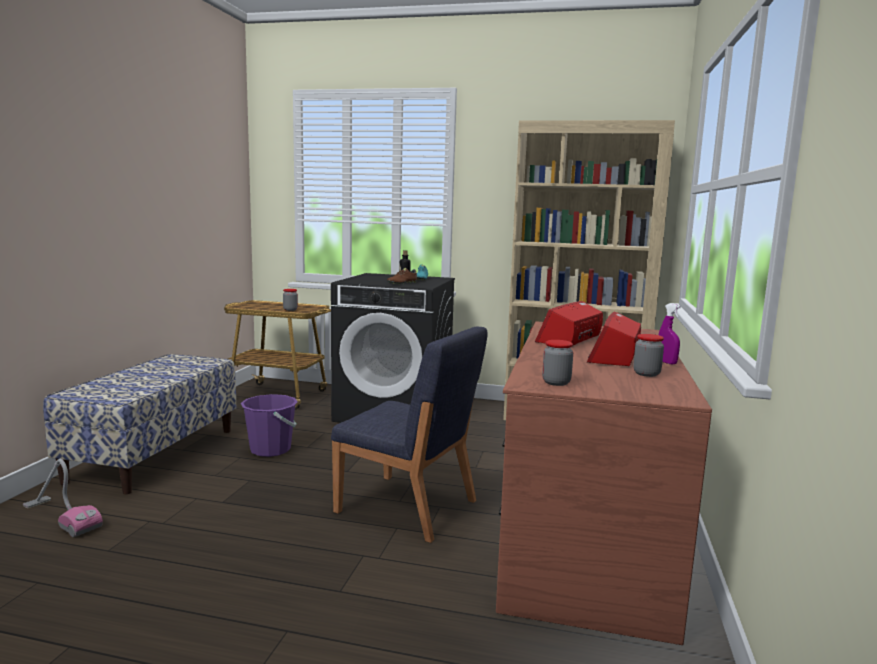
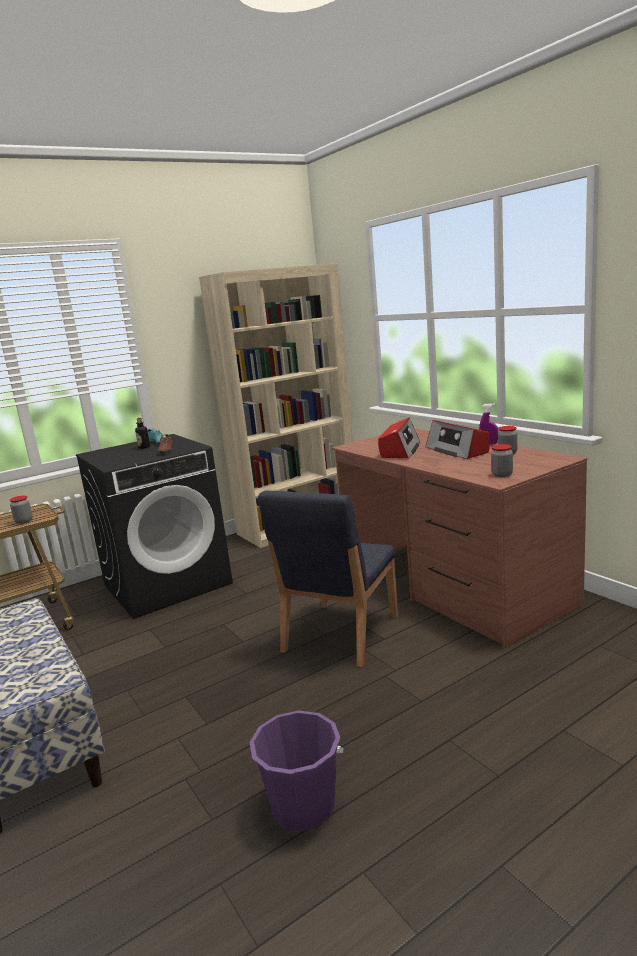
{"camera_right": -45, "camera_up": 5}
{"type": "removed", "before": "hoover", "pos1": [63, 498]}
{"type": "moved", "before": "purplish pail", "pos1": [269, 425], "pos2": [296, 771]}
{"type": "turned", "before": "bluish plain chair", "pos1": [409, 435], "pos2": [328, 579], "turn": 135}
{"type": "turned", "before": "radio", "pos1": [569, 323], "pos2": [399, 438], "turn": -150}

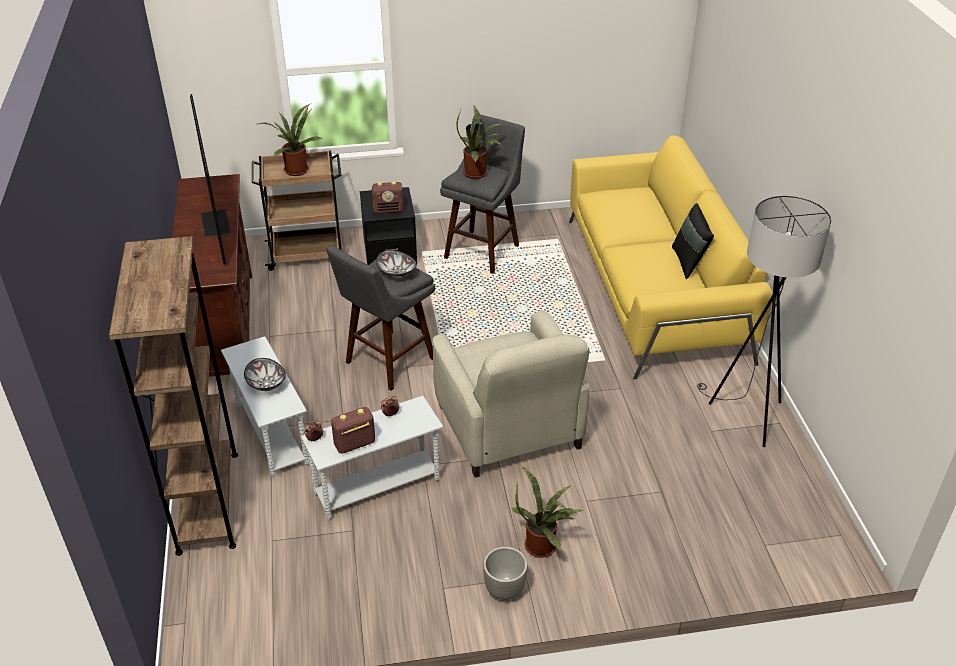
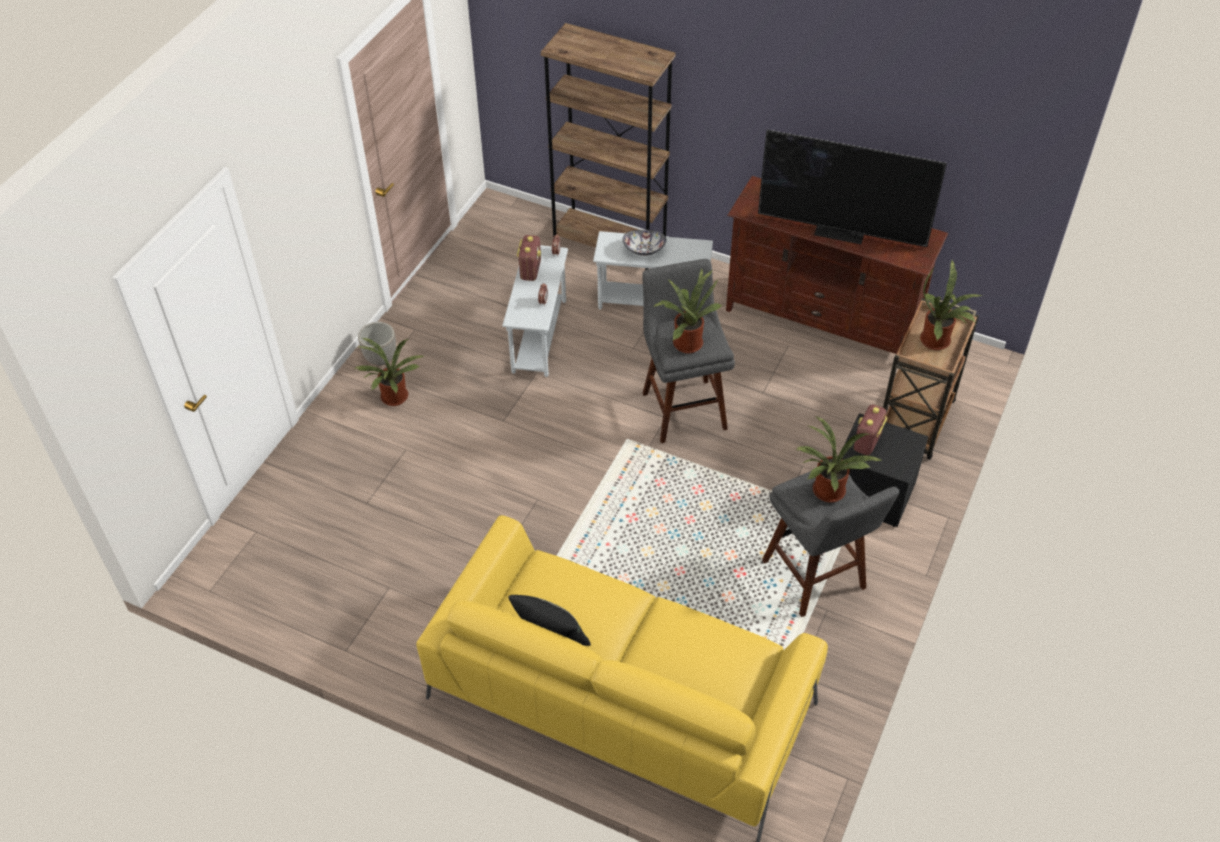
{"camera_right": 125, "camera_up": 10}
{"type": "removed", "before": "beige-coloured easy chair", "pos1": [511, 394]}
{"type": "removed", "before": "greyish floor lamp", "pos1": [764, 321]}
{"type": "replaced", "before": "bowl", "after": "plant in a pot", "pos1": [396, 264], "pos2": [688, 310]}

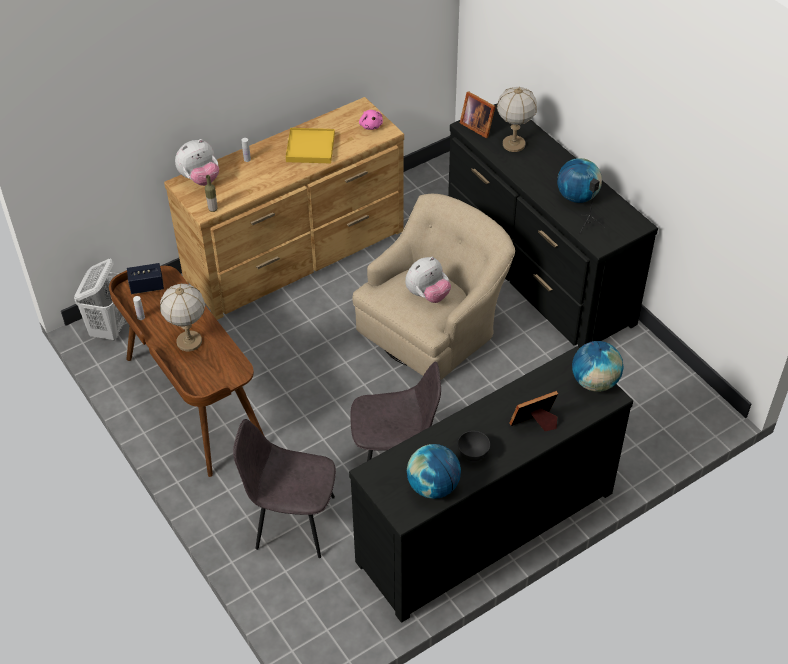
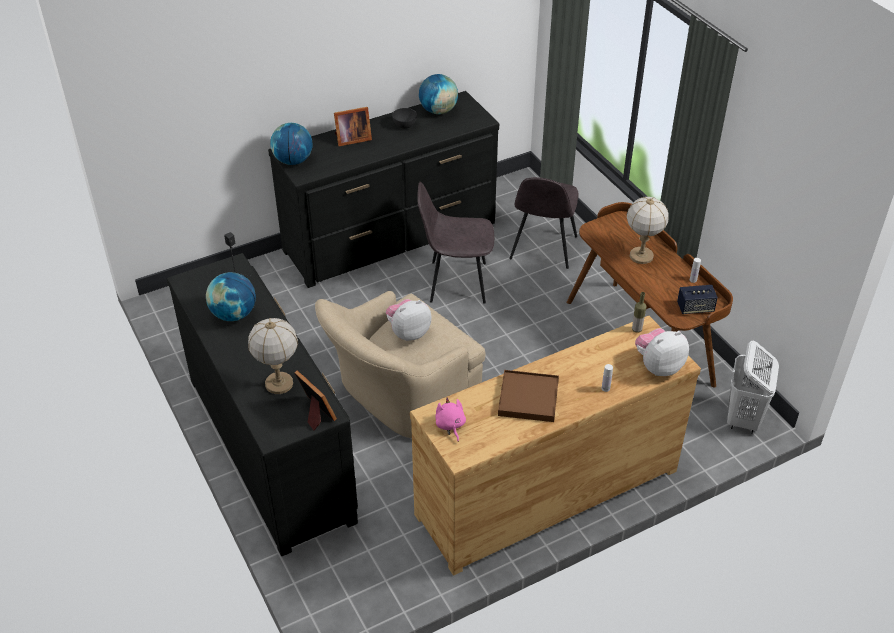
{"camera_right": -175, "camera_up": -5}
{"type": "recoloured", "before": "yellow carrying tray", "after": "brownish carrying tray", "pos1": [310, 146], "pos2": [528, 396]}
{"type": "turned", "before": "greyish plain chair", "pos1": [284, 488], "pos2": [544, 223], "turn": 90}

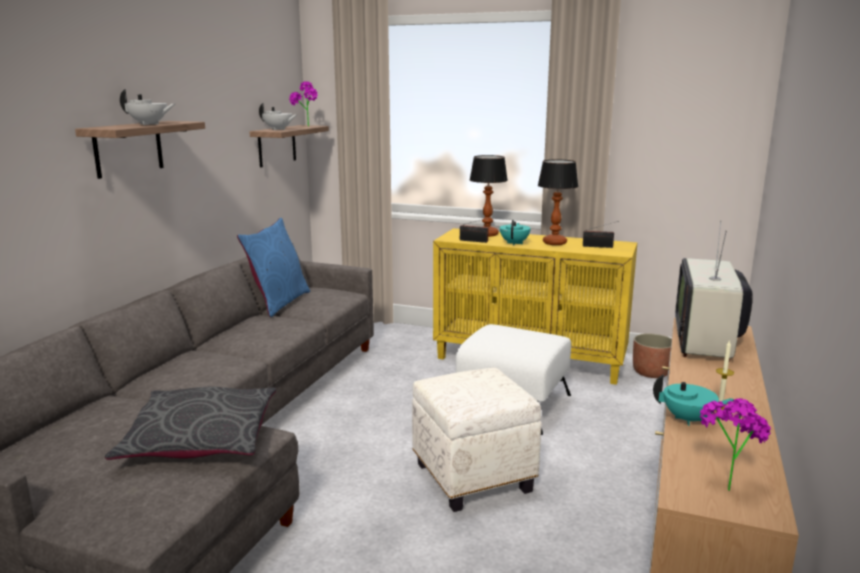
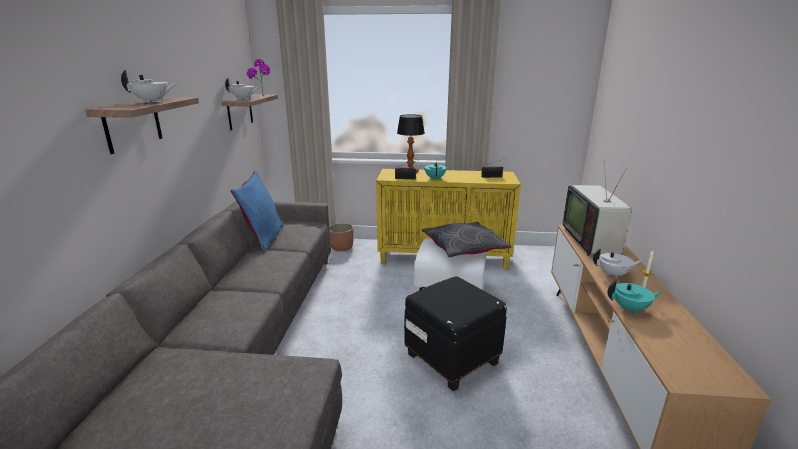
{"camera_right": -15, "camera_up": 5}
{"type": "removed", "before": "table lamp", "pos1": [558, 202]}
{"type": "removed", "before": "plant in a pot", "pos1": [735, 444]}
{"type": "added", "after": "white-coloured tea pot", "pos2": [617, 263]}
{"type": "moved", "before": "greyish cushion", "pos1": [190, 423], "pos2": [466, 239]}
{"type": "moved", "before": "plant pot", "pos1": [652, 356], "pos2": [341, 237]}
{"type": "recoloured", "before": "white-coloured ottoman", "after": "black-coloured ottoman", "pos1": [477, 440], "pos2": [455, 334]}

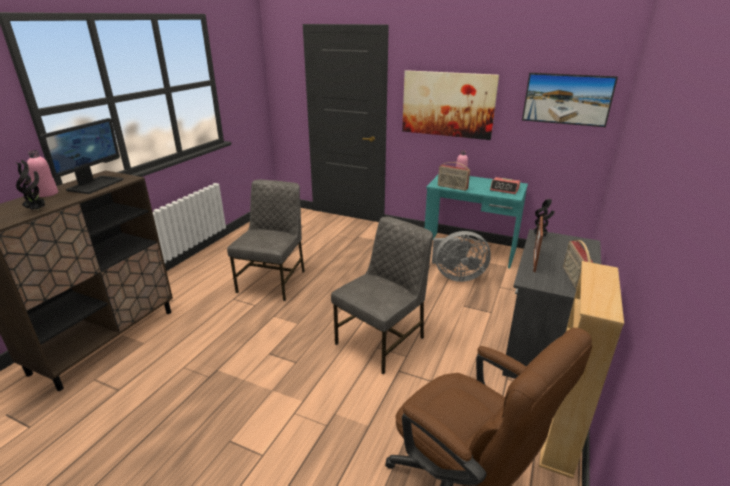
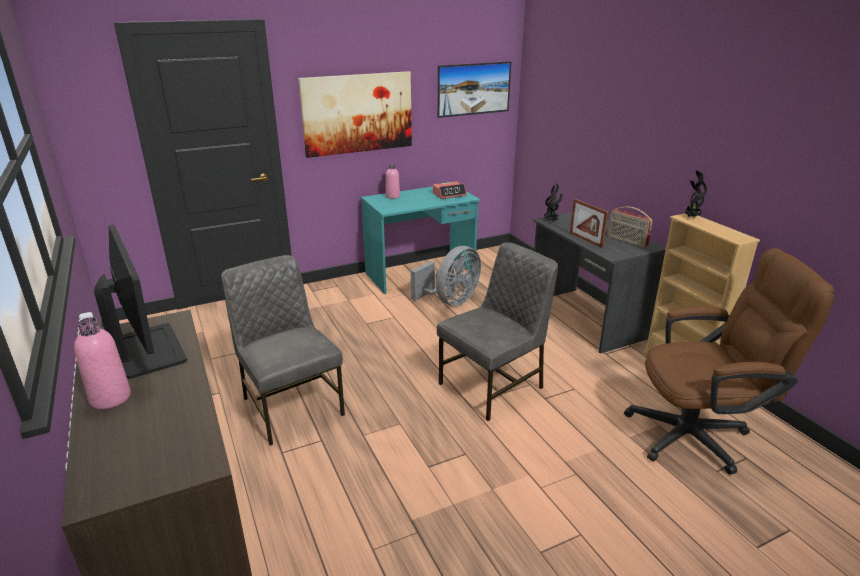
{"camera_right": -50, "camera_up": 0}
{"type": "removed", "before": "radio", "pos1": [454, 176]}
{"type": "moved", "before": "plant in a pot", "pos1": [30, 185], "pos2": [696, 194]}
{"type": "turned", "before": "greyish plain chair", "pos1": [382, 295], "pos2": [497, 331], "turn": 60}

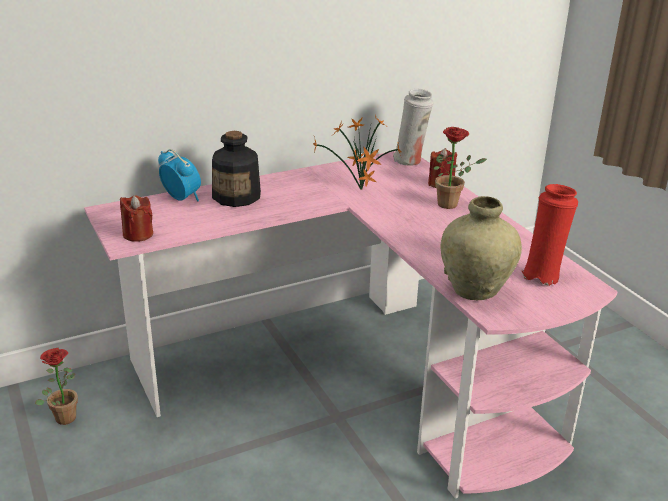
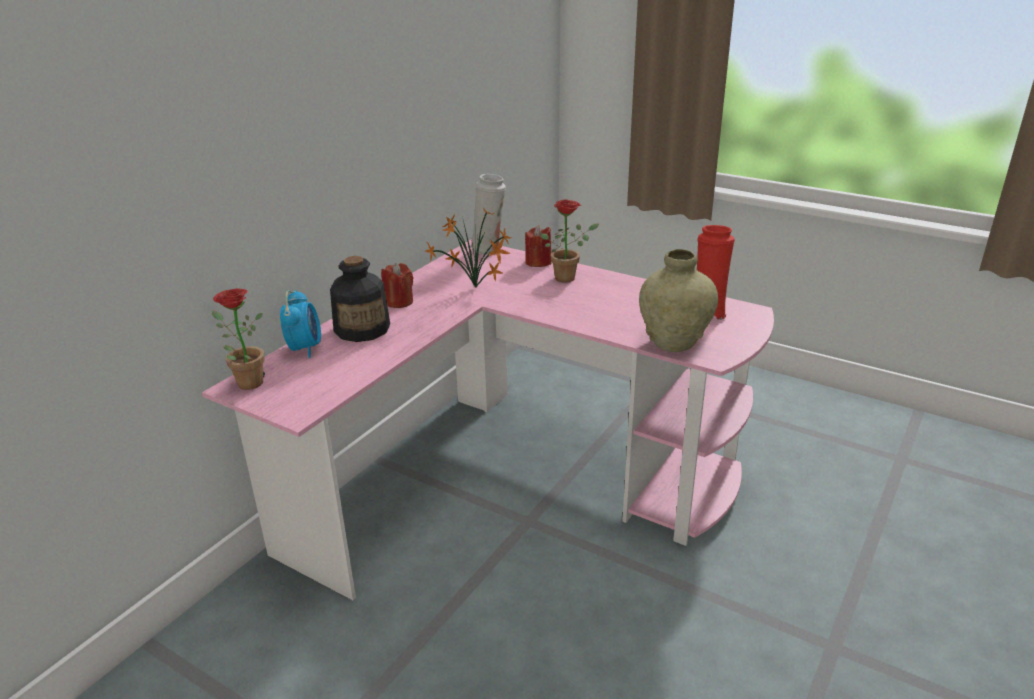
{"camera_right": -30, "camera_up": 0}
{"type": "moved", "before": "plant in a pot", "pos1": [56, 386], "pos2": [238, 339]}
{"type": "moved", "before": "reddish wax light", "pos1": [136, 218], "pos2": [397, 285]}
{"type": "turned", "before": "table clock", "pos1": [179, 175], "pos2": [300, 324], "turn": 75}

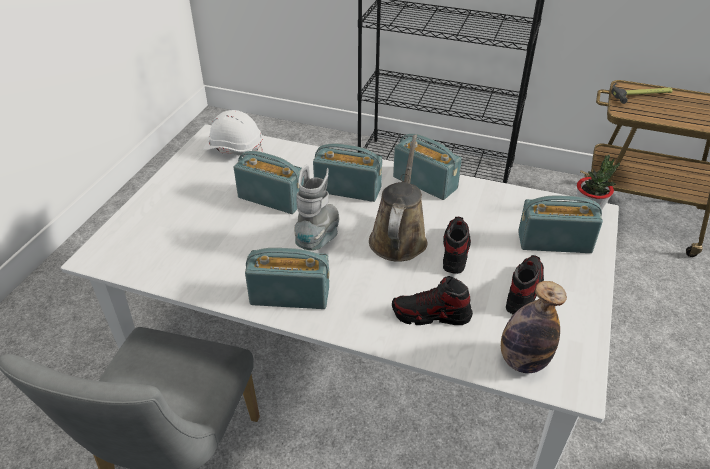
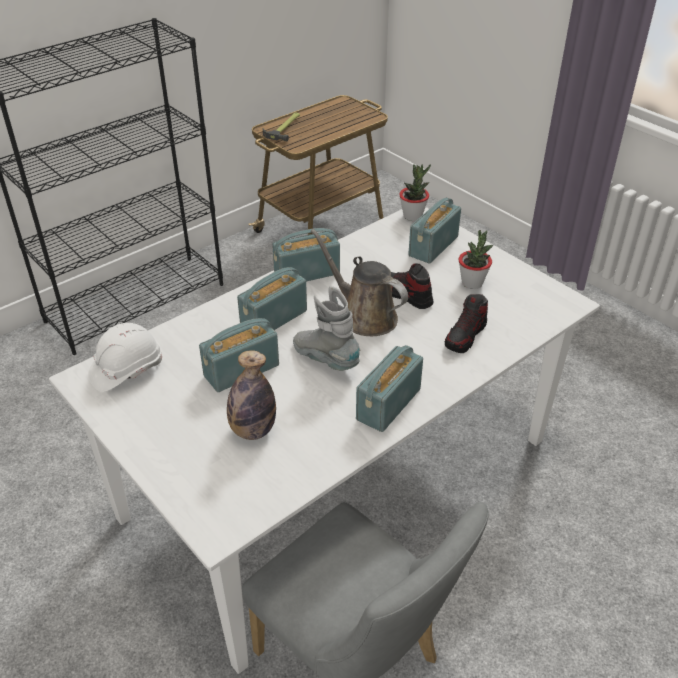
{"camera_right": -60, "camera_up": 0}
{"type": "moved", "before": "bottle", "pos1": [534, 327], "pos2": [251, 395]}
{"type": "replaced", "before": "item of footwear", "after": "plant in a pot", "pos1": [525, 284], "pos2": [476, 259]}

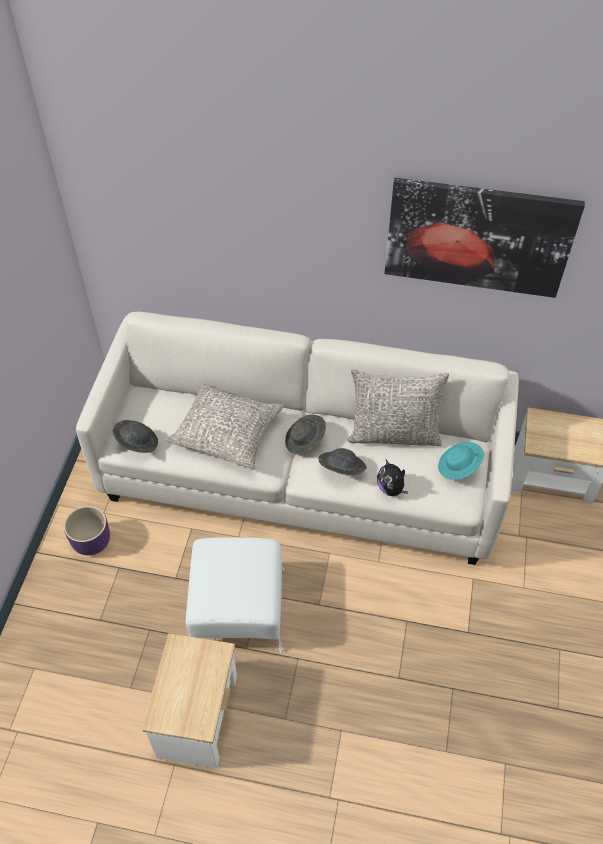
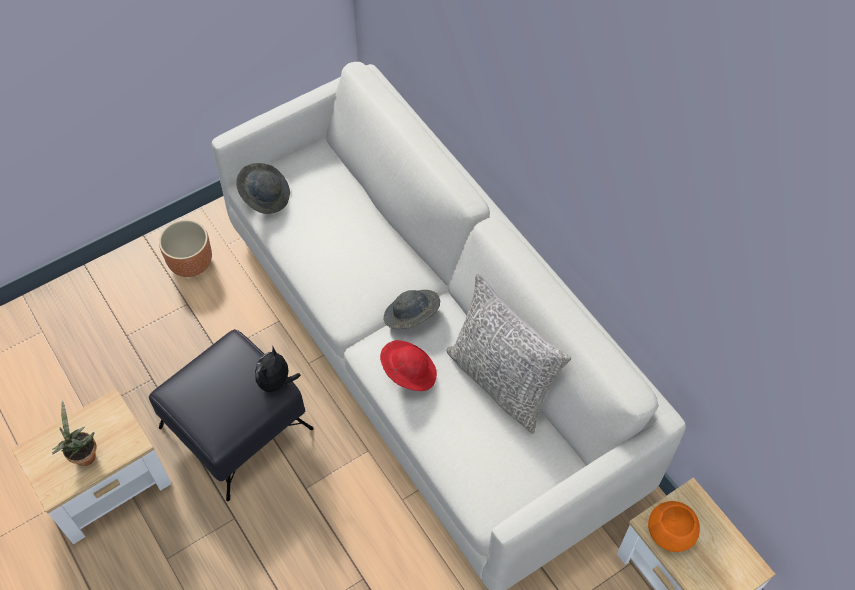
{"camera_right": 45, "camera_up": 5}
{"type": "removed", "before": "greyish cushion", "pos1": [225, 426]}
{"type": "removed", "before": "picture", "pos1": [484, 238]}
{"type": "removed", "before": "turquoise clothing hat", "pos1": [461, 461]}
{"type": "added", "after": "plant in a pot", "pos2": [74, 433]}
{"type": "added", "after": "orange bowl", "pos2": [674, 526]}
{"type": "moved", "before": "soft toy", "pos1": [392, 478], "pos2": [278, 370]}
{"type": "recoloured", "before": "purplish plant pot", "after": "brownish plant pot", "pos1": [87, 530], "pos2": [185, 248]}
{"type": "recoloured", "before": "white-coloured ottoman", "after": "black-coloured ottoman", "pos1": [235, 595], "pos2": [231, 415]}
{"type": "recoloured", "before": "greyish clothing hat", "after": "reddish clothing hat", "pos1": [342, 461], "pos2": [408, 365]}

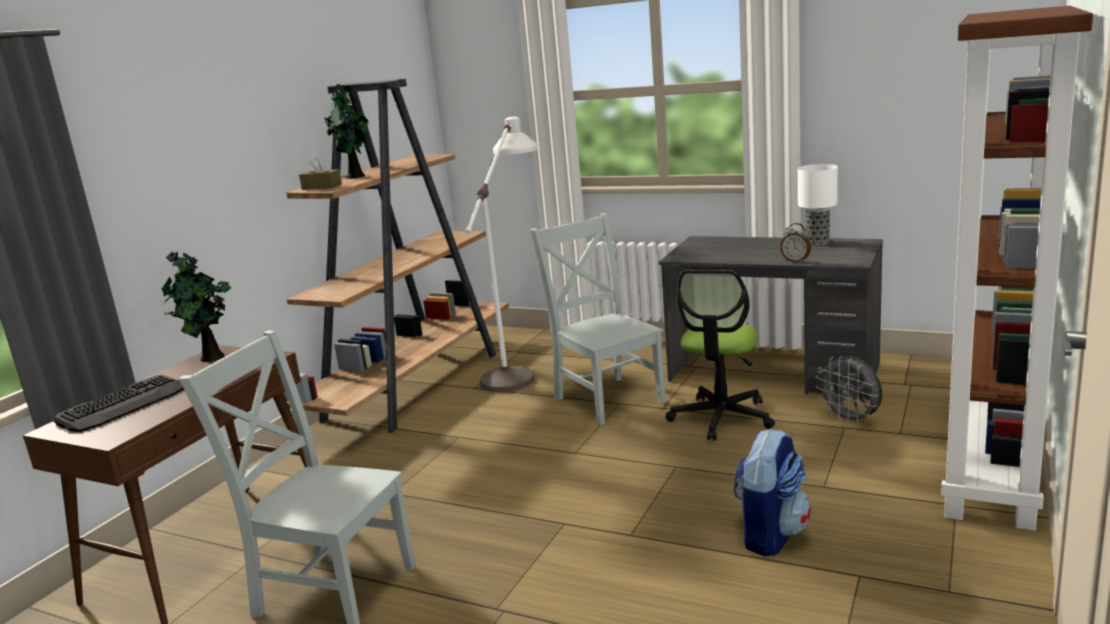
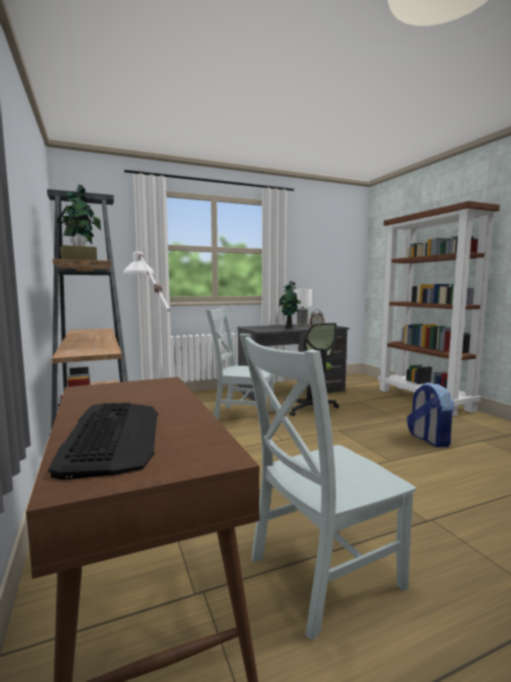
{"camera_right": -50, "camera_up": -10}
{"type": "removed", "before": "greyish fan", "pos1": [849, 390]}
{"type": "moved", "before": "plant in a pot", "pos1": [196, 306], "pos2": [290, 305]}

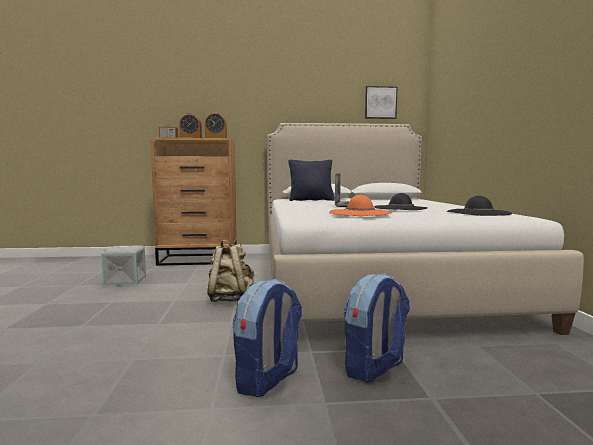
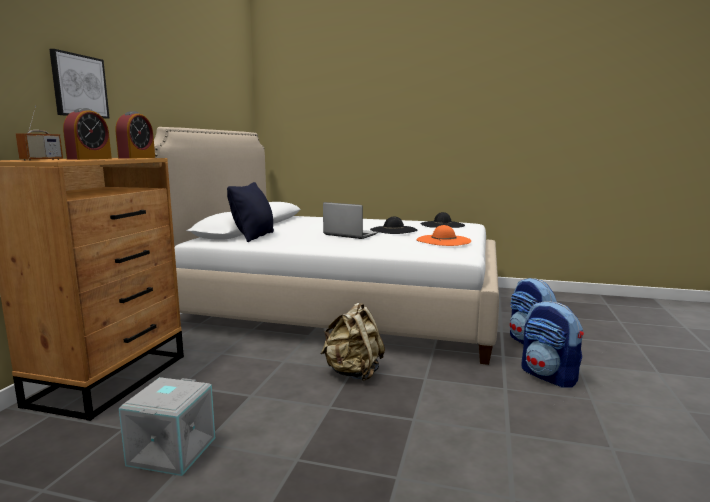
{"camera_right": -70, "camera_up": 5}
{"type": "moved", "before": "picture", "pos1": [381, 102], "pos2": [79, 84]}

